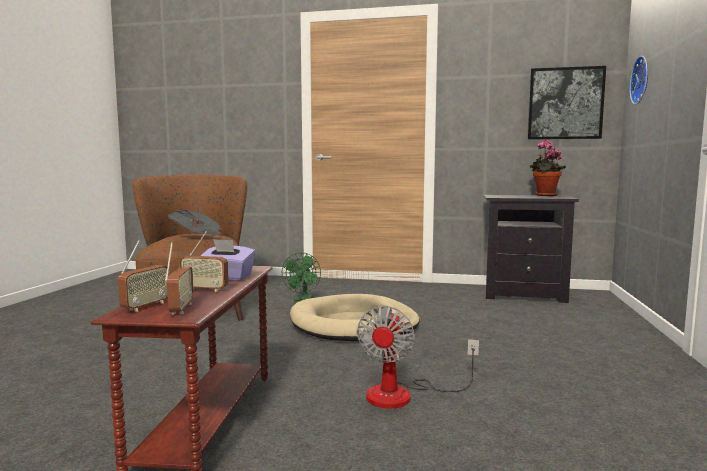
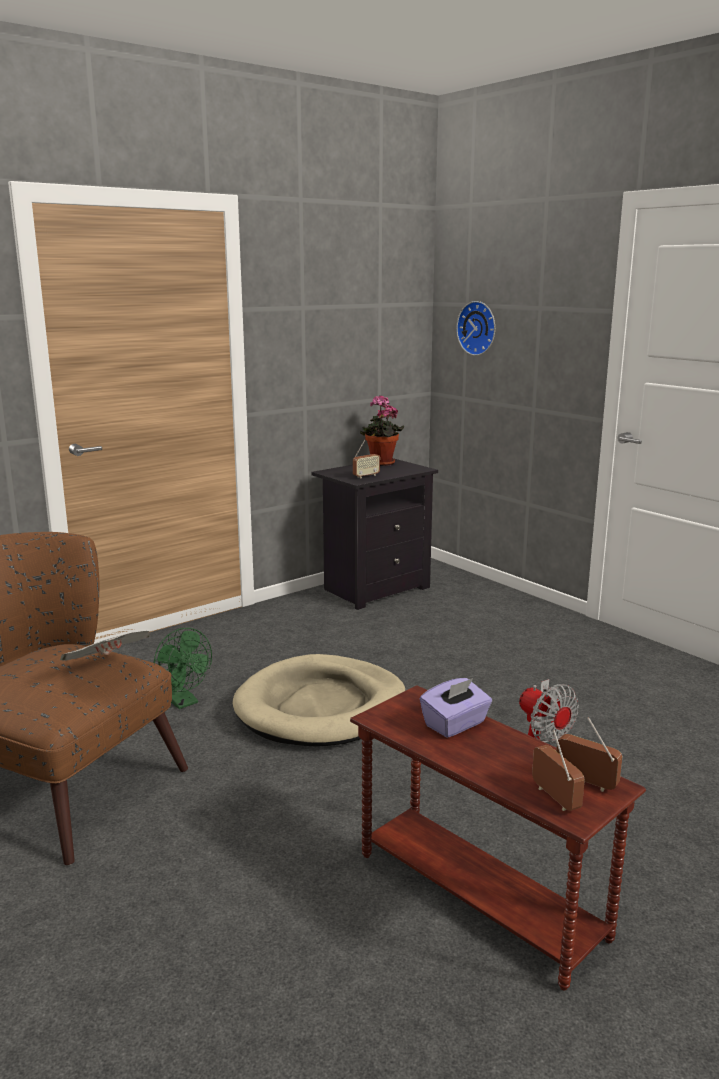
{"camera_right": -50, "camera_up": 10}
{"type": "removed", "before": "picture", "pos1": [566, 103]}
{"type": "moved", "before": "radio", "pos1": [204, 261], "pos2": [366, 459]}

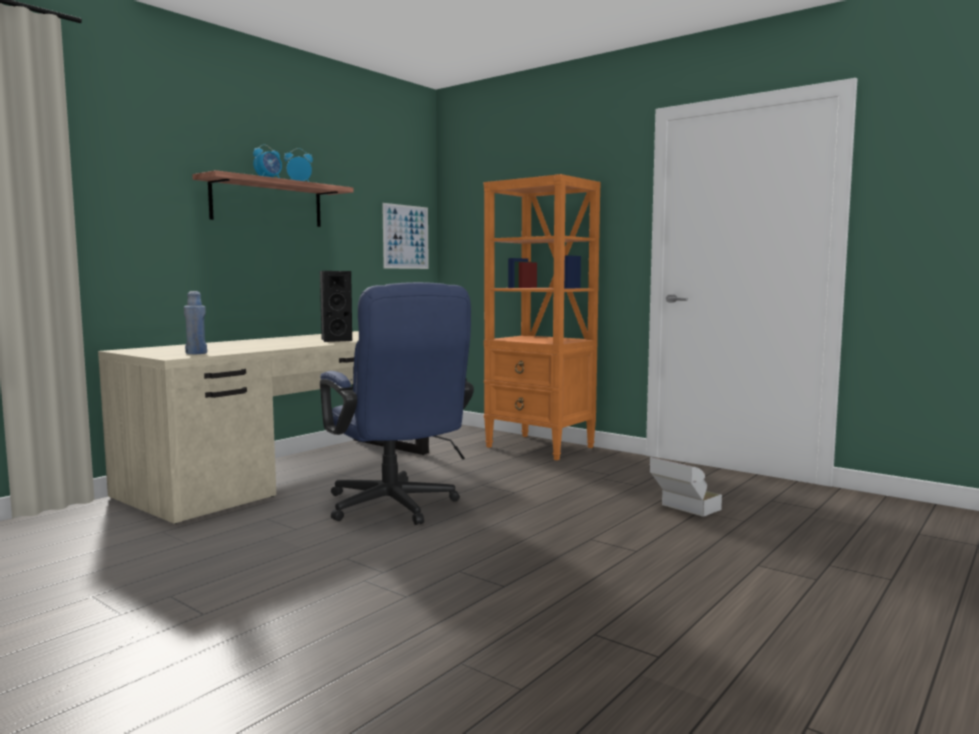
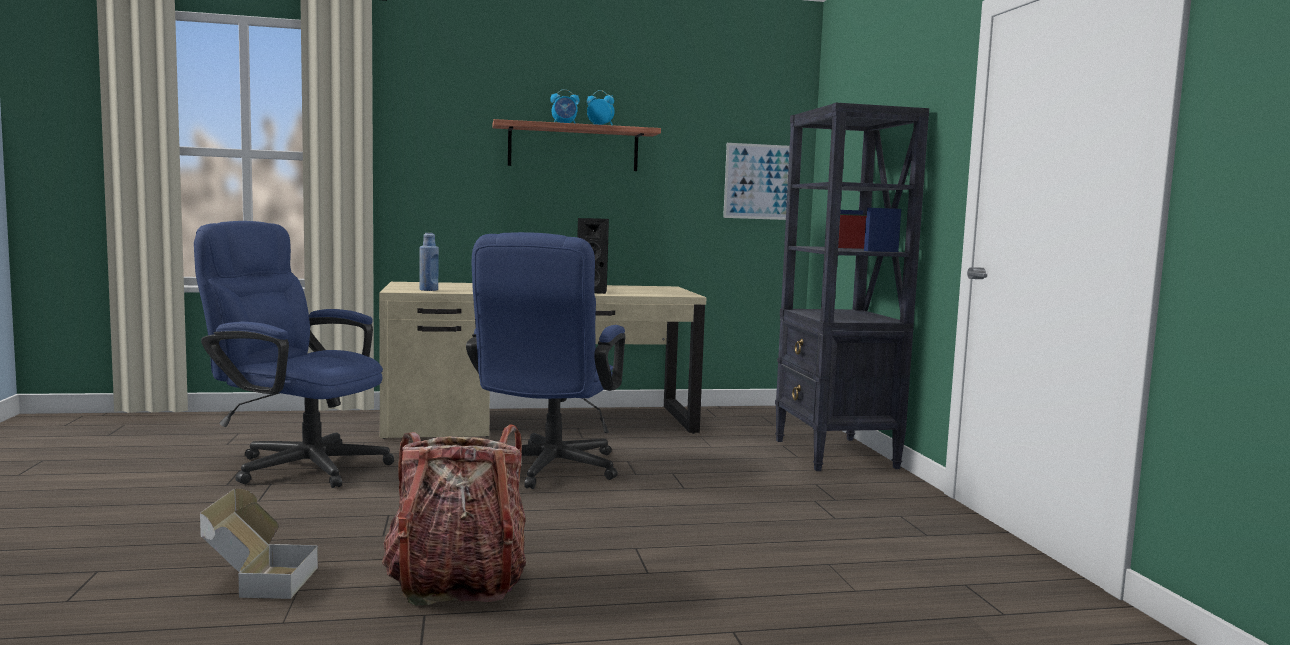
{"camera_right": 40, "camera_up": 0}
{"type": "added", "after": "bluish computer chair", "pos2": [294, 354]}
{"type": "added", "after": "knapsack", "pos2": [454, 514]}
{"type": "moved", "before": "carton", "pos1": [686, 487], "pos2": [259, 544]}
{"type": "recoloured", "before": "orange bookshelf", "after": "black-coloured bookshelf", "pos1": [542, 317], "pos2": [852, 287]}

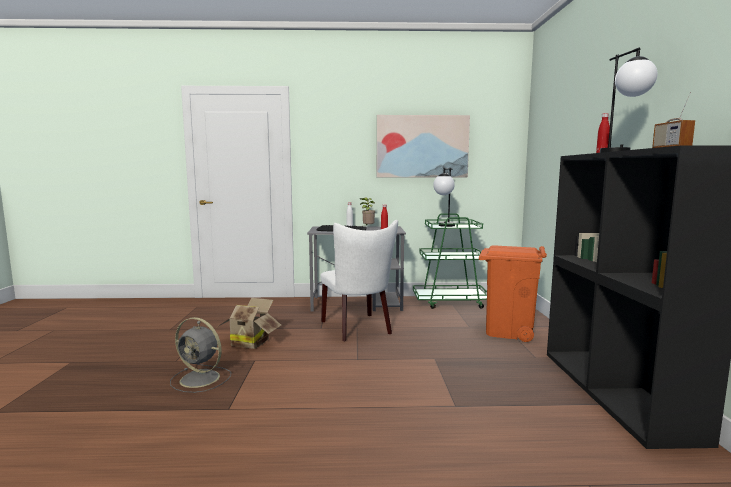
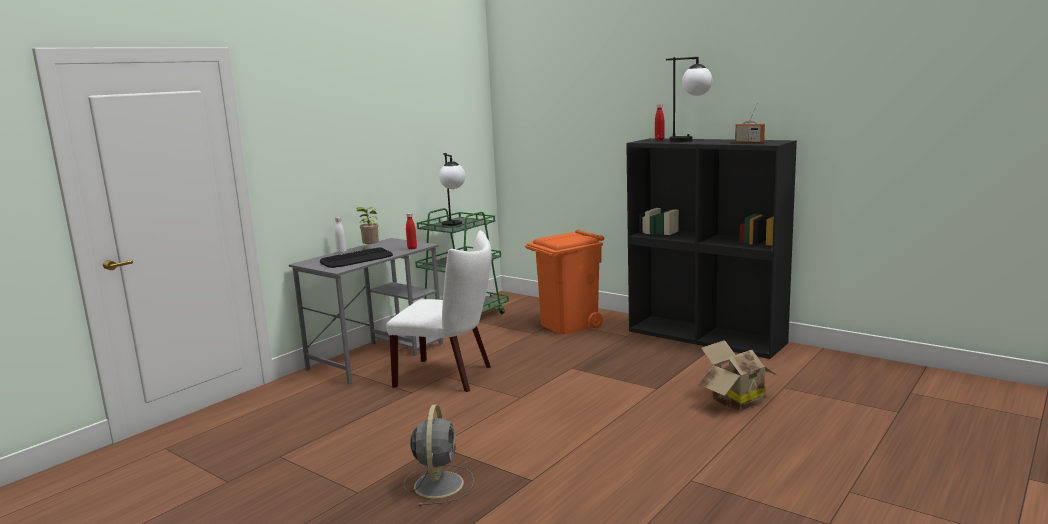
{"camera_right": -50, "camera_up": 5}
{"type": "removed", "before": "picture", "pos1": [423, 146]}
{"type": "moved", "before": "carton", "pos1": [250, 323], "pos2": [737, 375]}
{"type": "turned", "before": "greyish fan", "pos1": [200, 355], "pos2": [438, 455], "turn": -60}

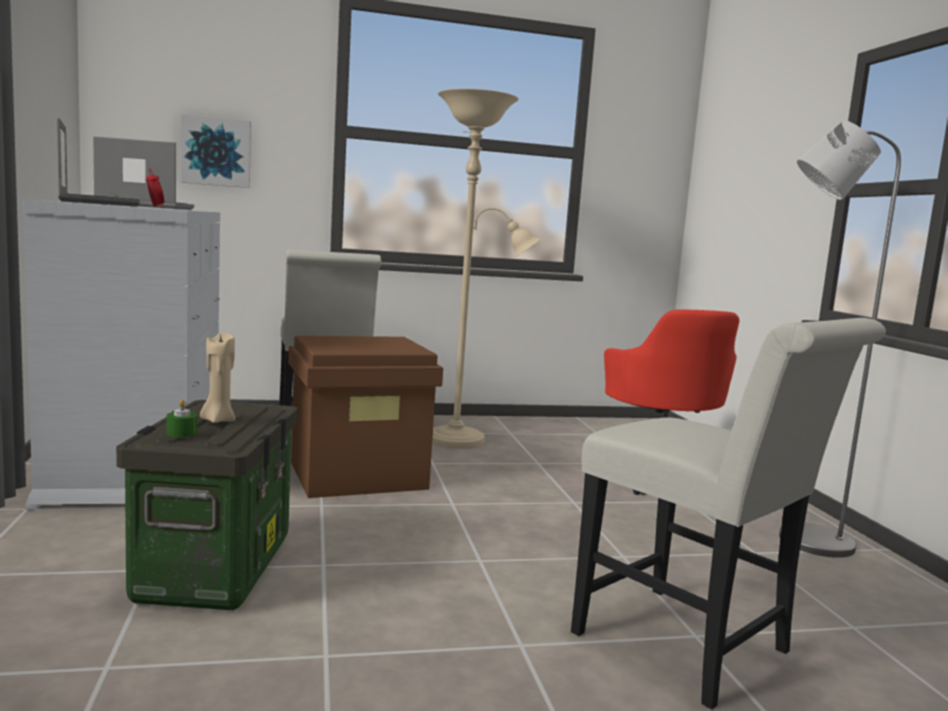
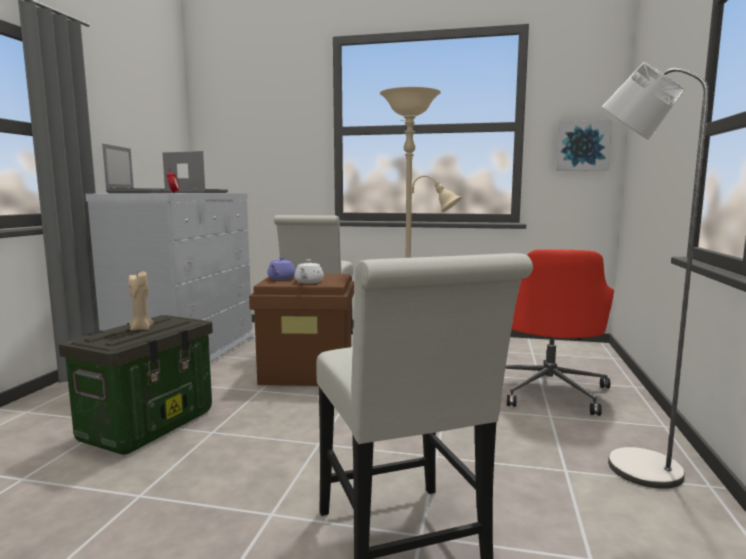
{"camera_right": 25, "camera_up": 0}
{"type": "removed", "before": "green-coloured wax light", "pos1": [181, 418]}
{"type": "added", "after": "purplish tea pot", "pos2": [281, 268]}
{"type": "added", "after": "white-coloured tea pot", "pos2": [309, 271]}
{"type": "moved", "before": "picture", "pos1": [216, 151], "pos2": [584, 145]}

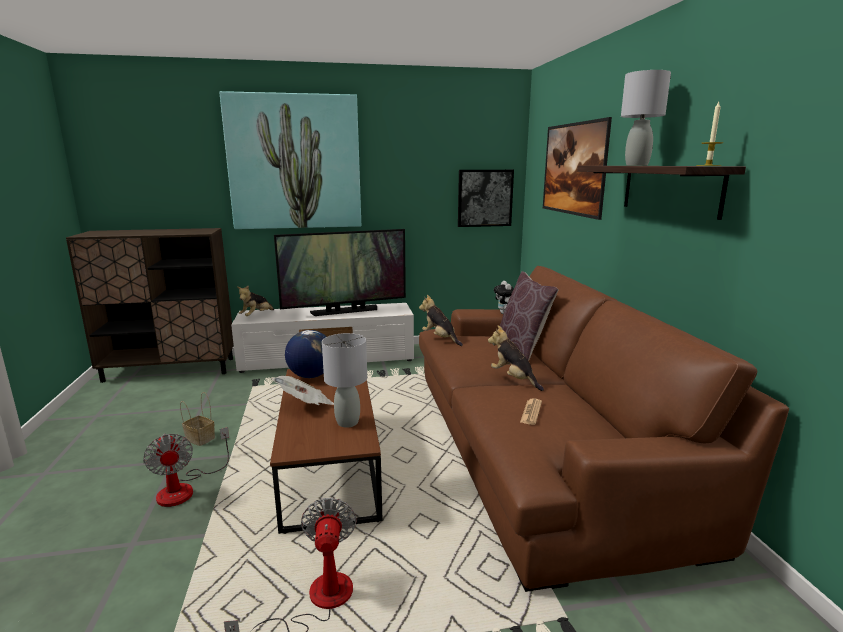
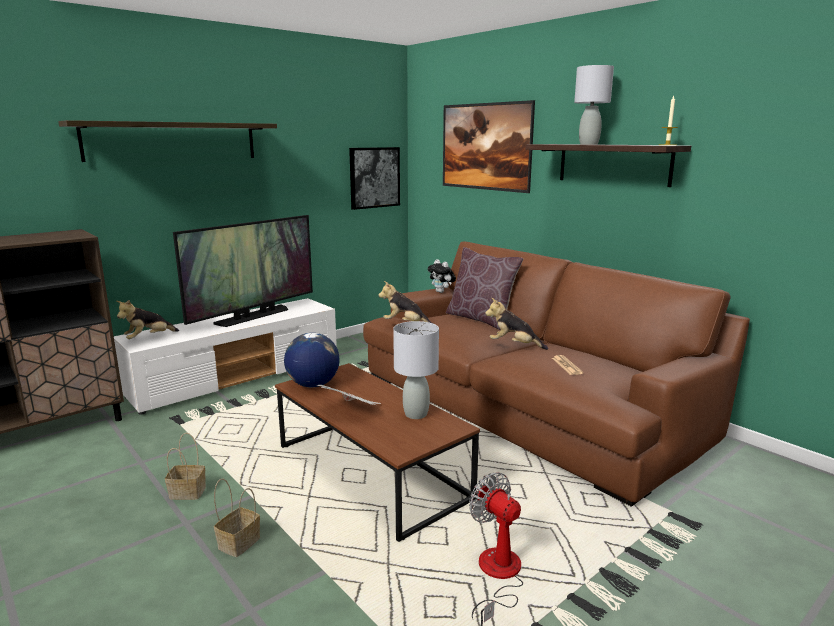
{"camera_right": -30, "camera_up": 0}
{"type": "replaced", "before": "fan", "after": "basket", "pos1": [186, 467], "pos2": [237, 518]}
{"type": "replaced", "before": "picture", "after": "bracket shelf", "pos1": [290, 160], "pos2": [167, 141]}
{"type": "turned", "before": "soft toy", "pos1": [255, 300], "pos2": [147, 319], "turn": 45}

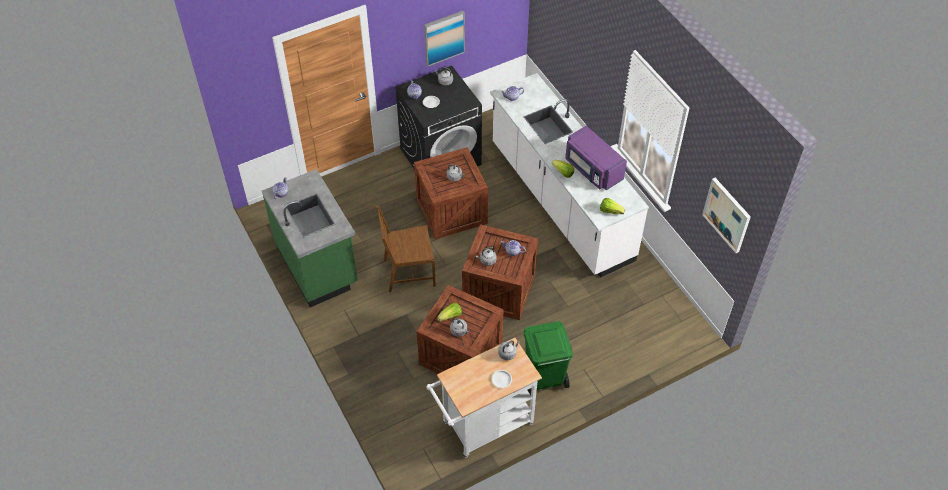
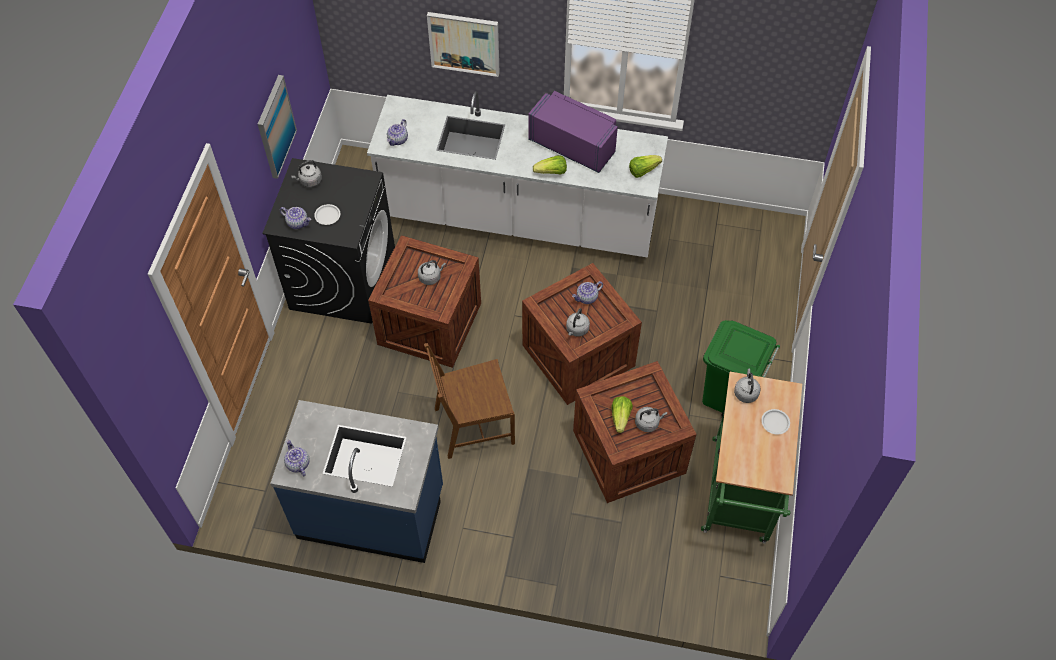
{"camera_right": -50, "camera_up": 5}
{"type": "moved", "before": "picture", "pos1": [726, 215], "pos2": [463, 44]}
{"type": "recoloured", "before": "green-coloured counter", "after": "bluish counter", "pos1": [310, 238], "pos2": [356, 481]}
{"type": "recoloured", "before": "white-coloured wheeled cart", "after": "green-coloured wheeled cart", "pos1": [484, 398], "pos2": [751, 458]}
{"type": "turned", "before": "brownish plain chair", "pos1": [406, 249], "pos2": [469, 401], "turn": 45}
{"type": "turned", "before": "purplish kitchen microwave", "pos1": [596, 158], "pos2": [573, 132], "turn": -150}

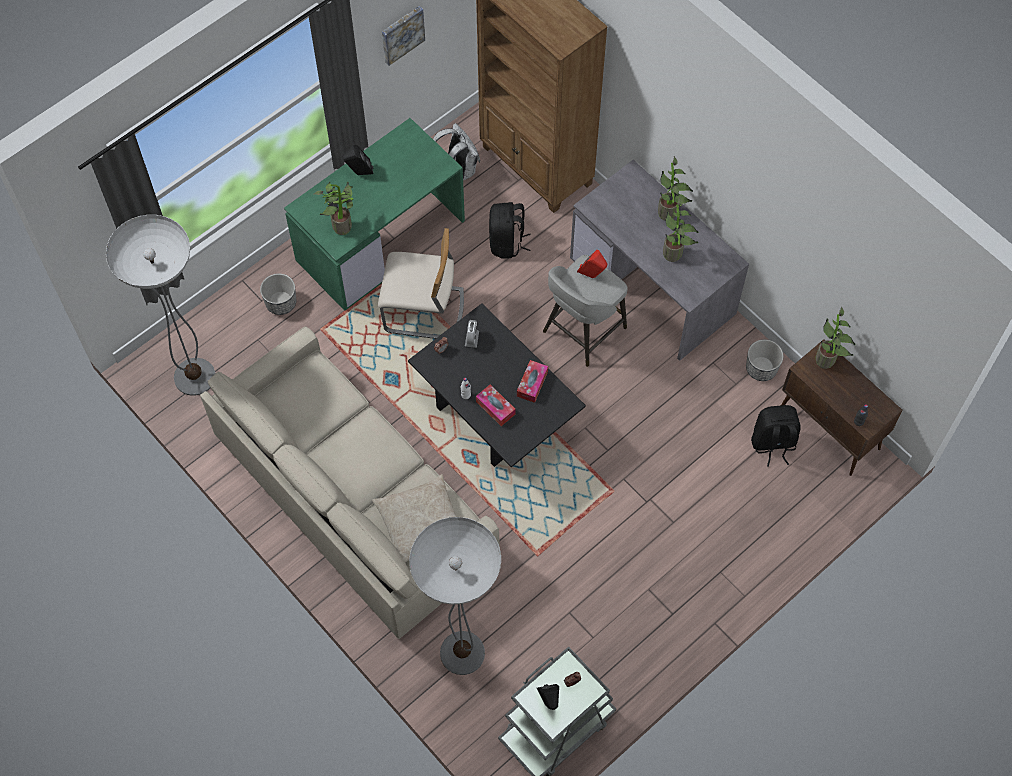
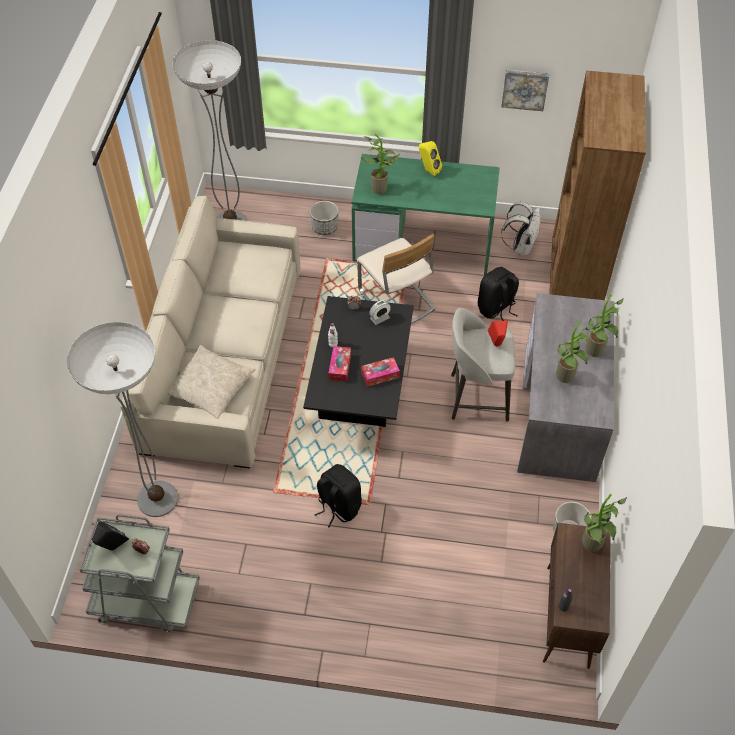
{"camera_right": 50, "camera_up": -10}
{"type": "moved", "before": "black-coloured knapsack", "pos1": [776, 436], "pos2": [338, 496]}
{"type": "recoloured", "before": "black-coloured loudspeaker", "after": "yellow loudspeaker", "pos1": [358, 160], "pos2": [430, 158]}

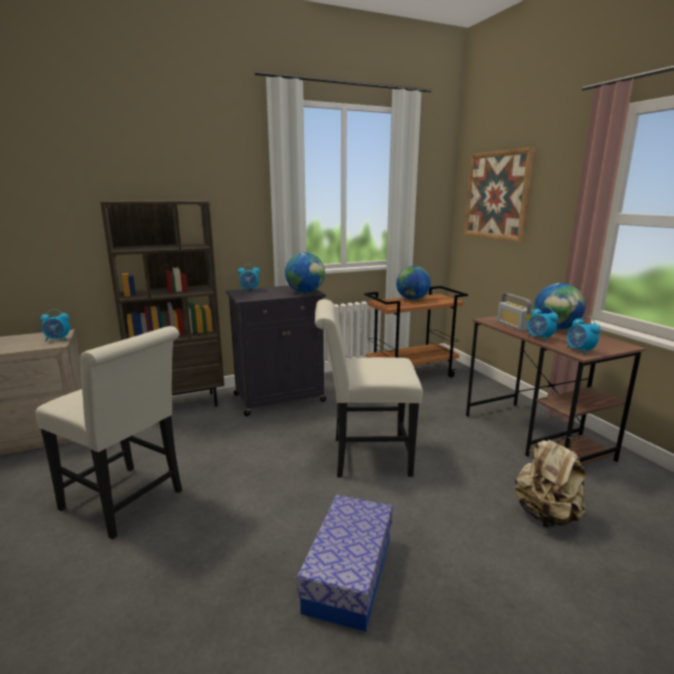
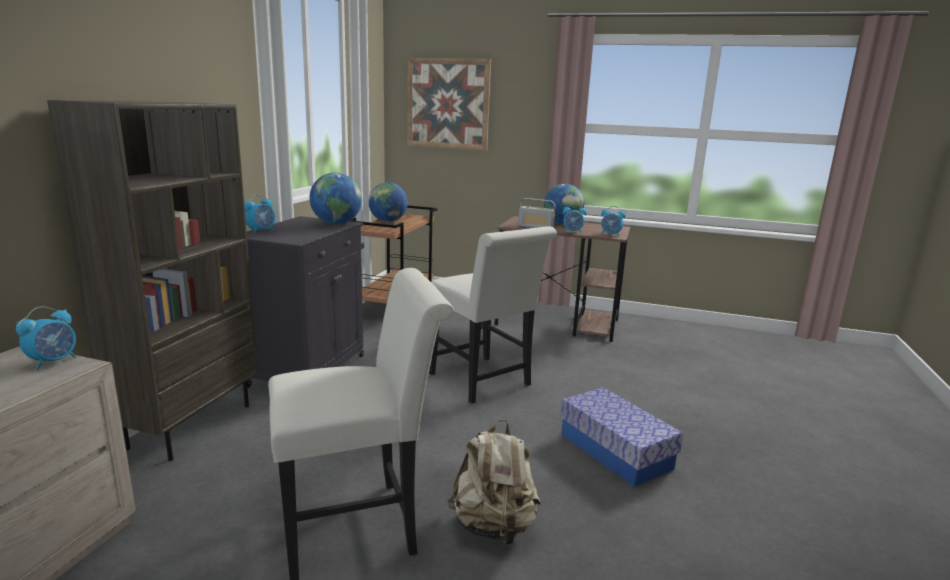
{"camera_right": -50, "camera_up": 0}
{"type": "moved", "before": "beige-coloured knapsack", "pos1": [550, 482], "pos2": [494, 482]}
{"type": "turned", "before": "white-coloured plain chair", "pos1": [369, 388], "pos2": [493, 314], "turn": -75}

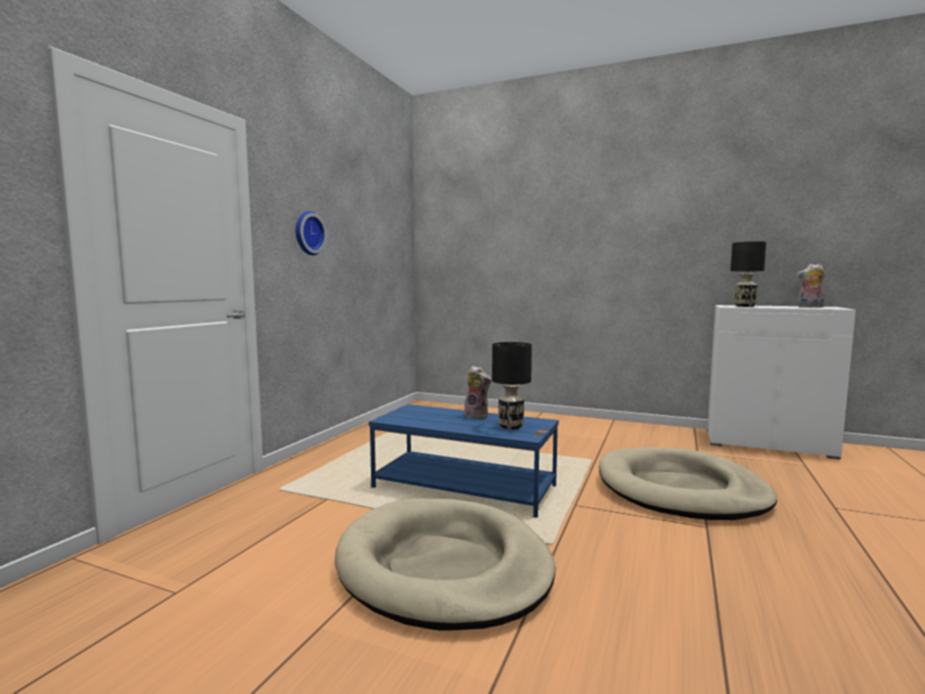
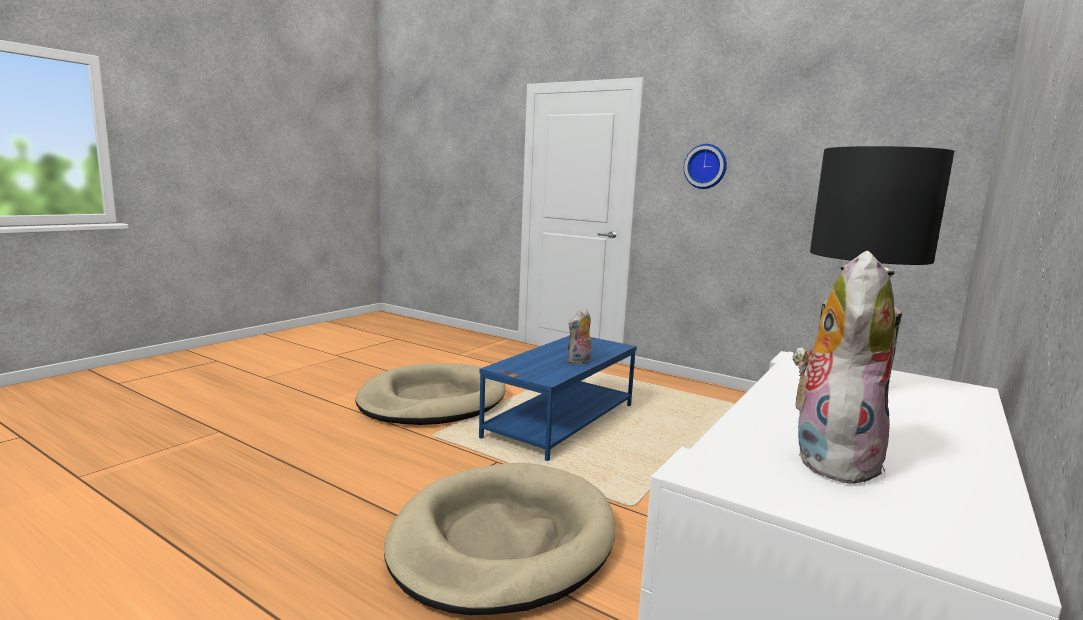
{"camera_right": 100, "camera_up": 5}
{"type": "removed", "before": "black-coloured table lamp", "pos1": [512, 385]}

